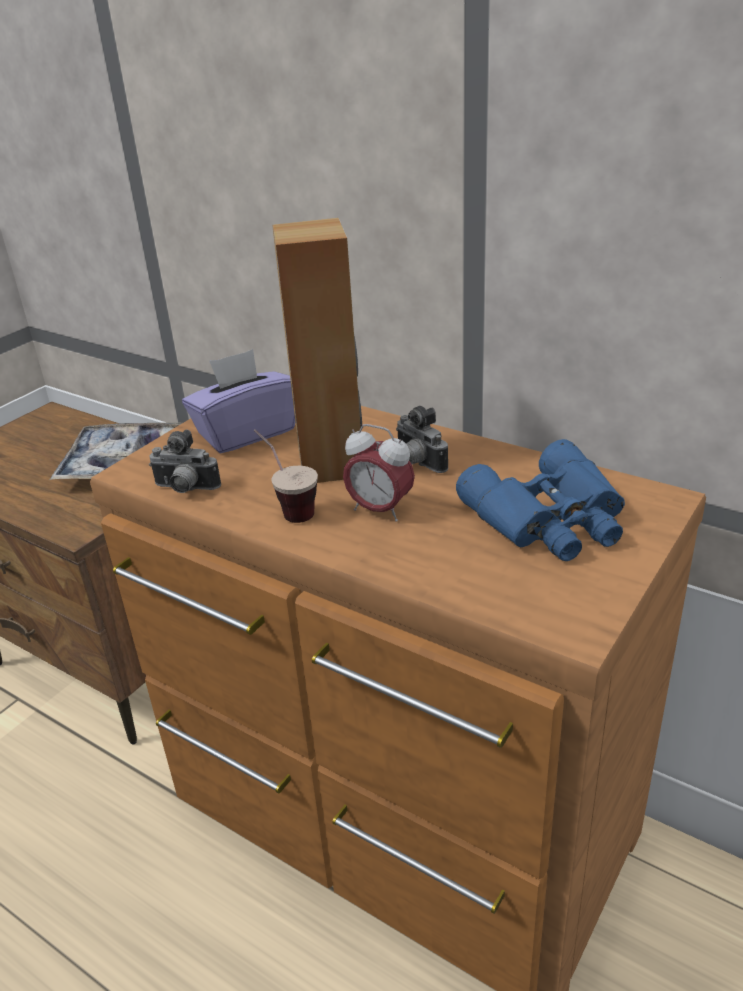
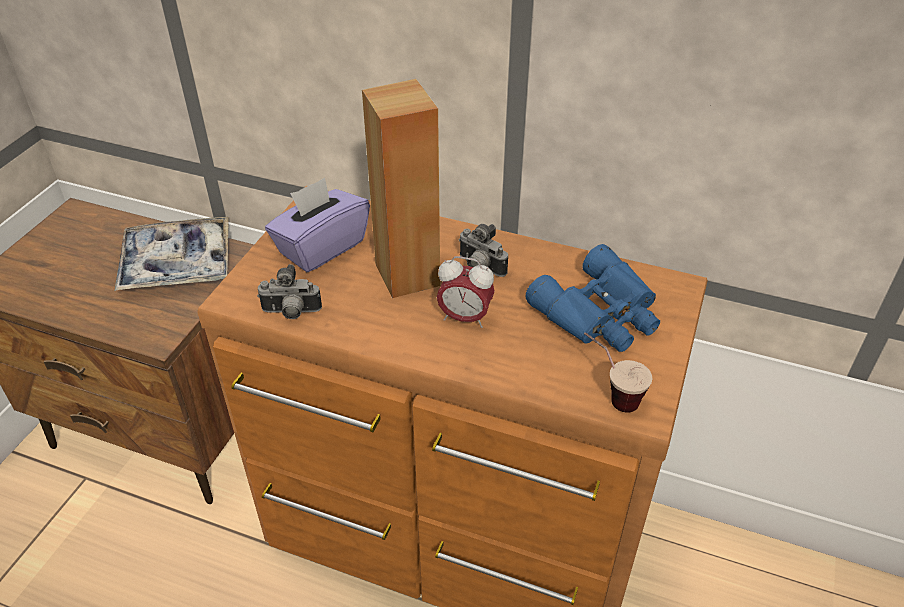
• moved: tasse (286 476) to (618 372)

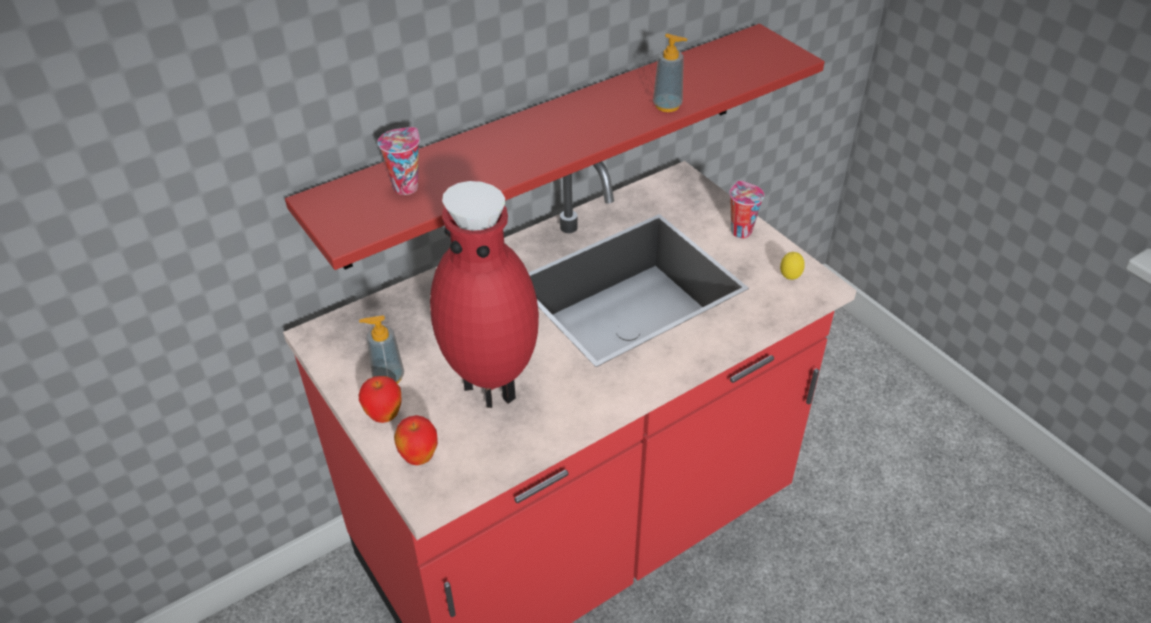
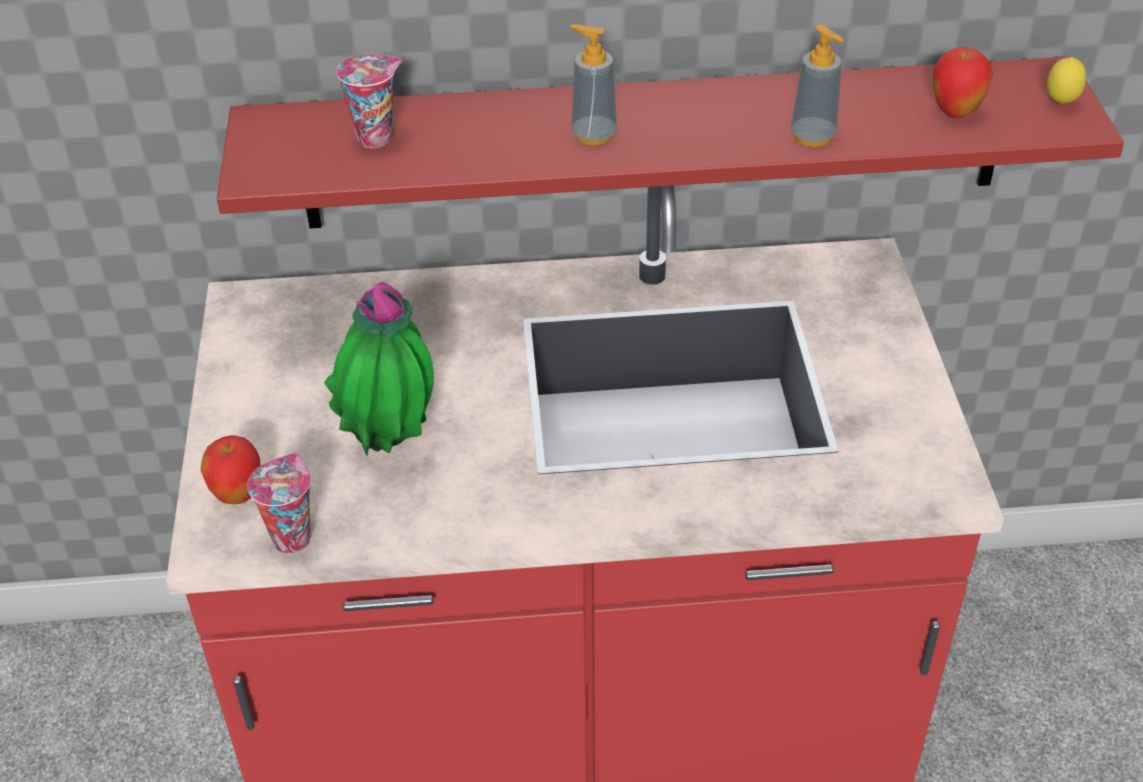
• moved: distributeur de savon (381 349) to (593 85)
• moved: pomme (380 399) to (963 82)
• moved: tasse (746 209) to (279 503)
• moved: citron (792 266) to (1066 80)
• replaced: vase (rouge) (484 294) to plante en pot (379 369)

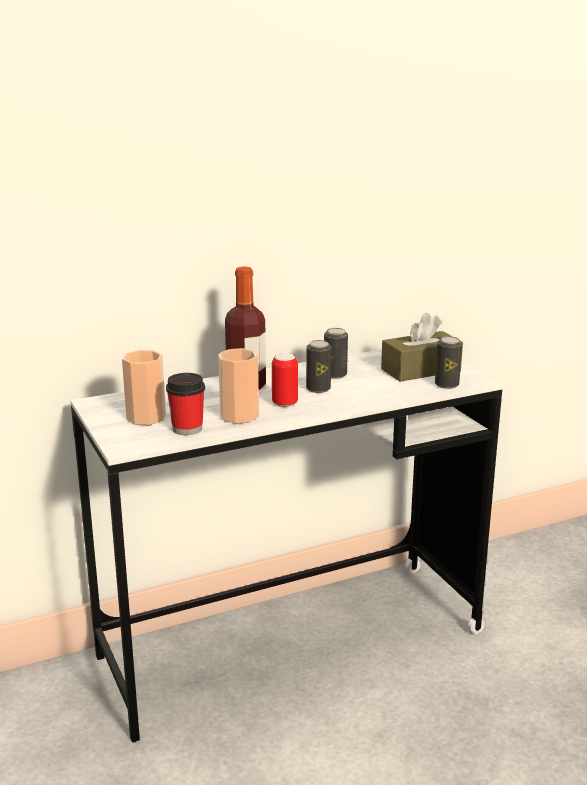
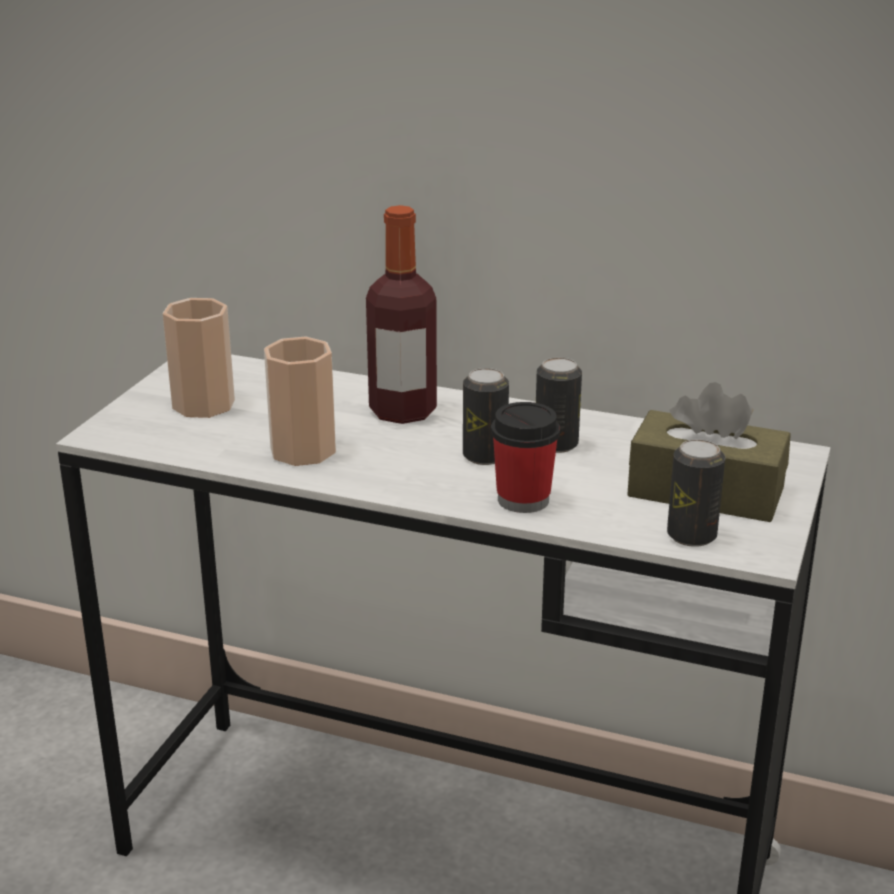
• removed: boîte métallique (285 380)
• moved: tasse (185 404) to (525 457)

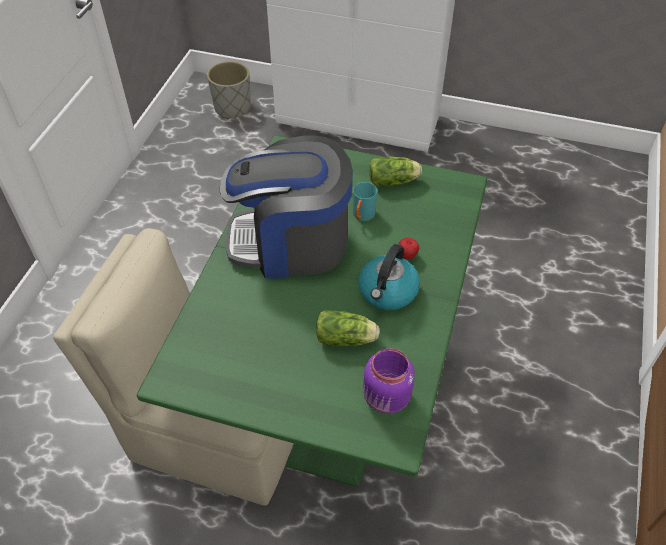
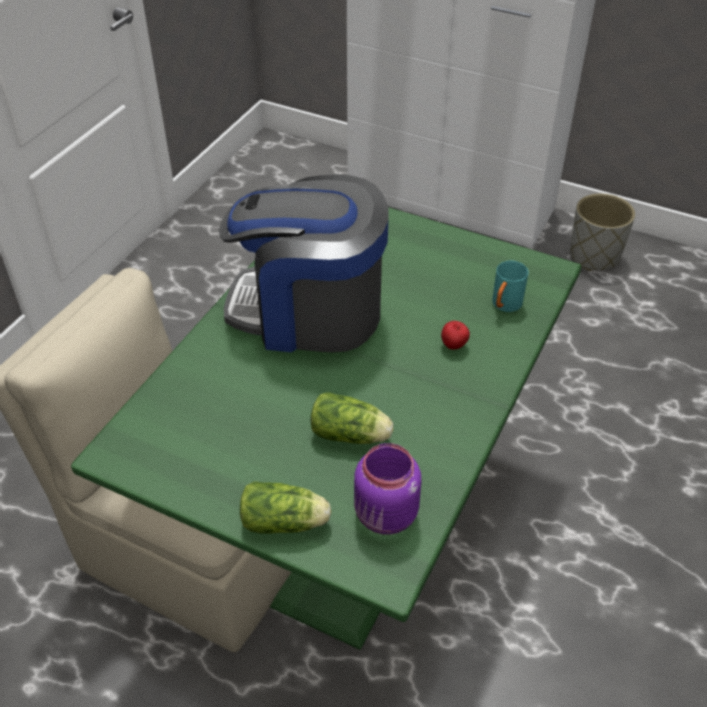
• removed: bouilloire (389 277)
• moved: cache-pot (gris) (229 90) to (602 232)
• moved: mug (turquoise) (365 201) to (510 286)
• moved: laitue (395 172) to (285 507)

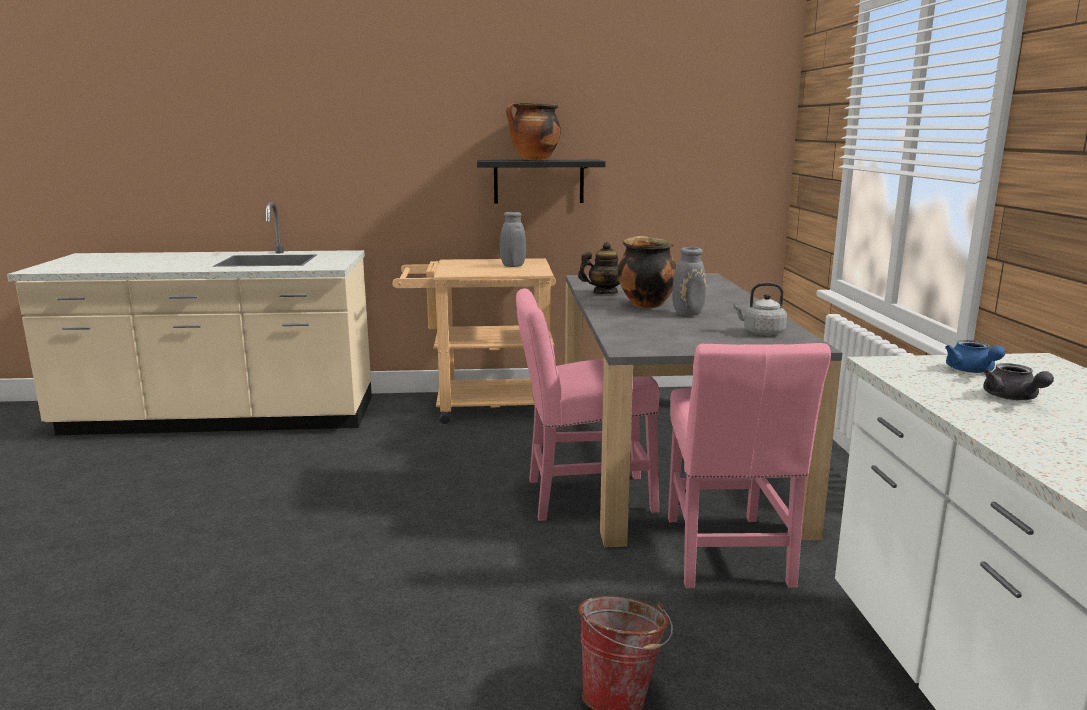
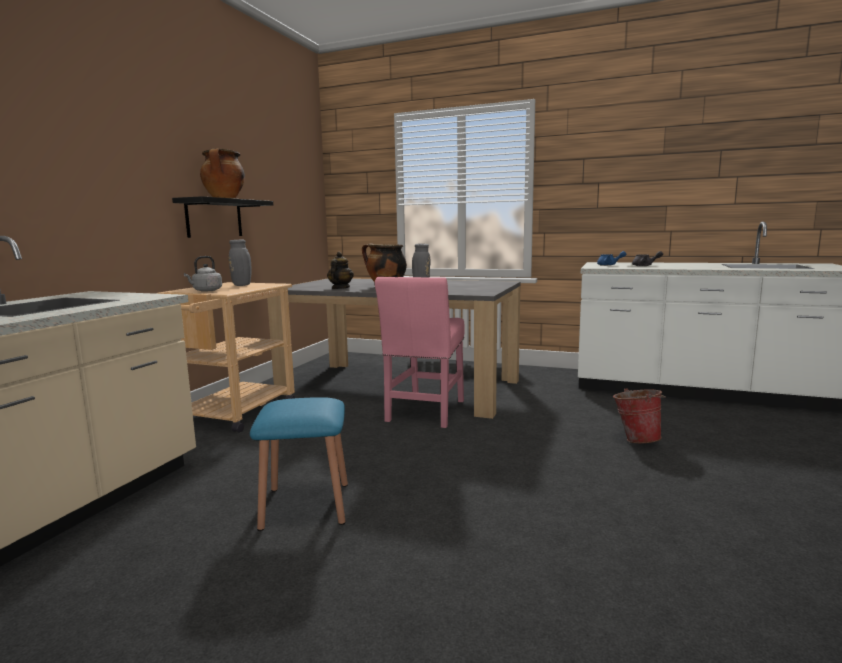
• removed: chaise (rose) (749 465)
• added: tabouret (bleu) (299 464)
• moved: bouilloire (gris) (760 309) to (203 274)

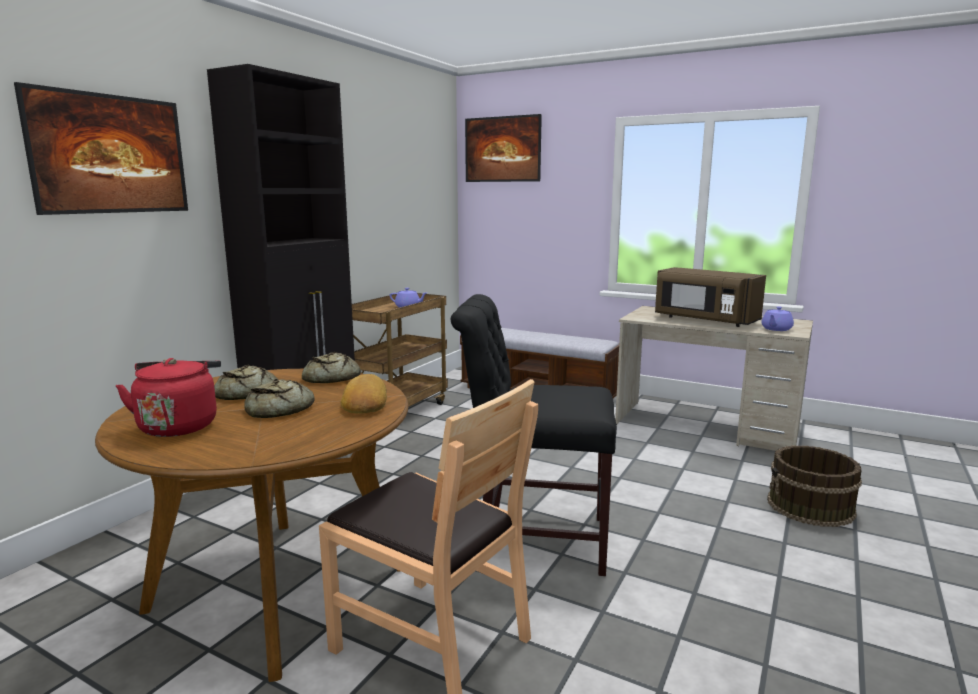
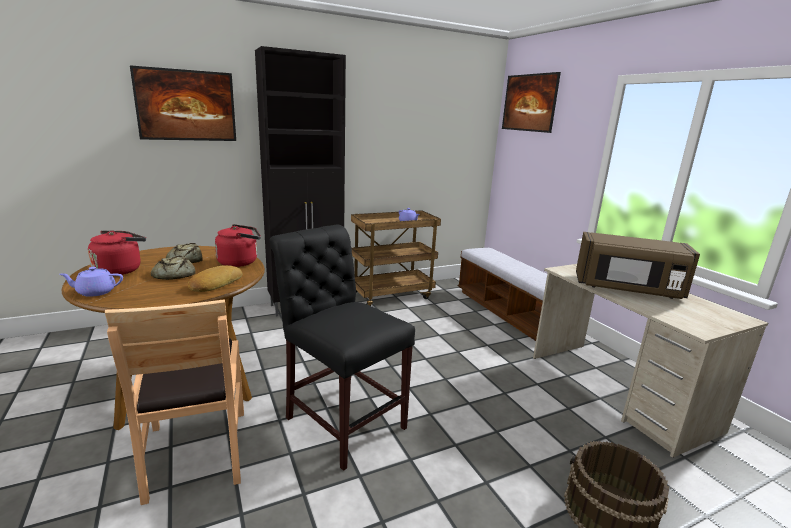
• moved: théière (violet) (777 318) to (91 282)
• replaced: pain (331 367) to bouilloire (rouge) (238 245)
• turned: micro-ondes (marron) (710 297) = (638 265) 60 degrees counterclockwise

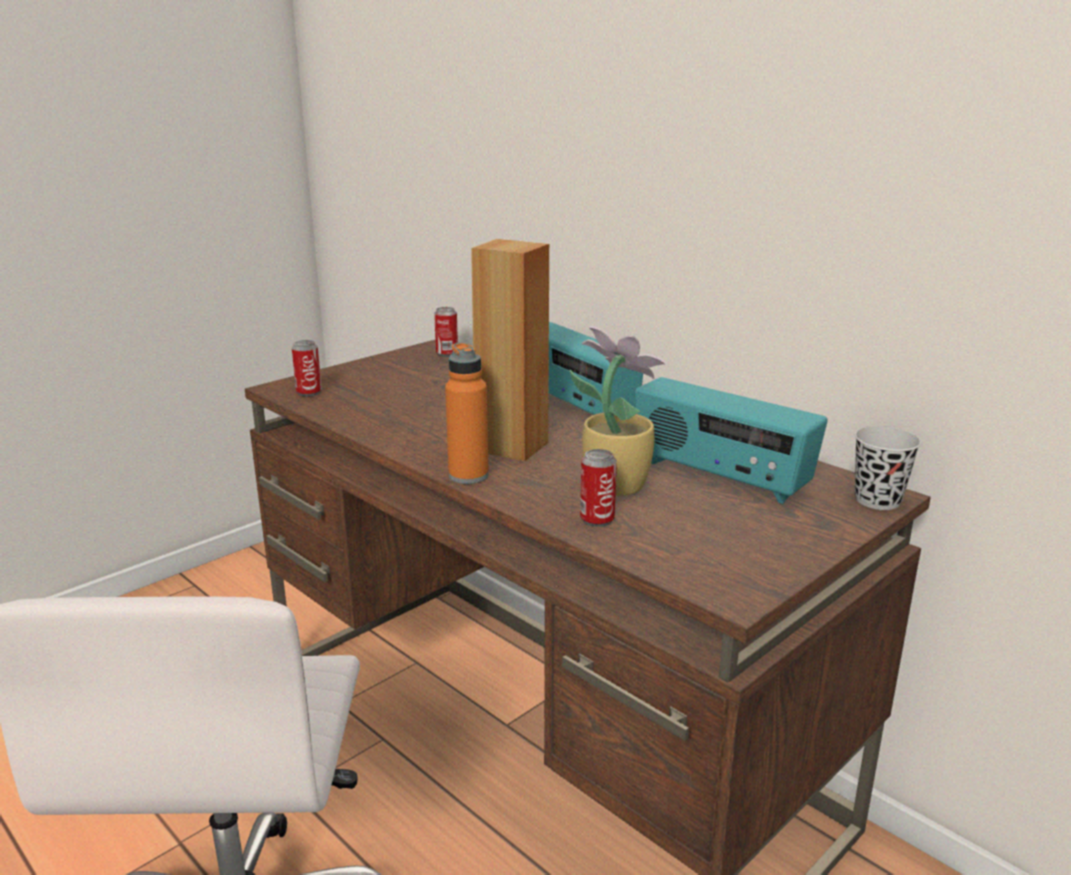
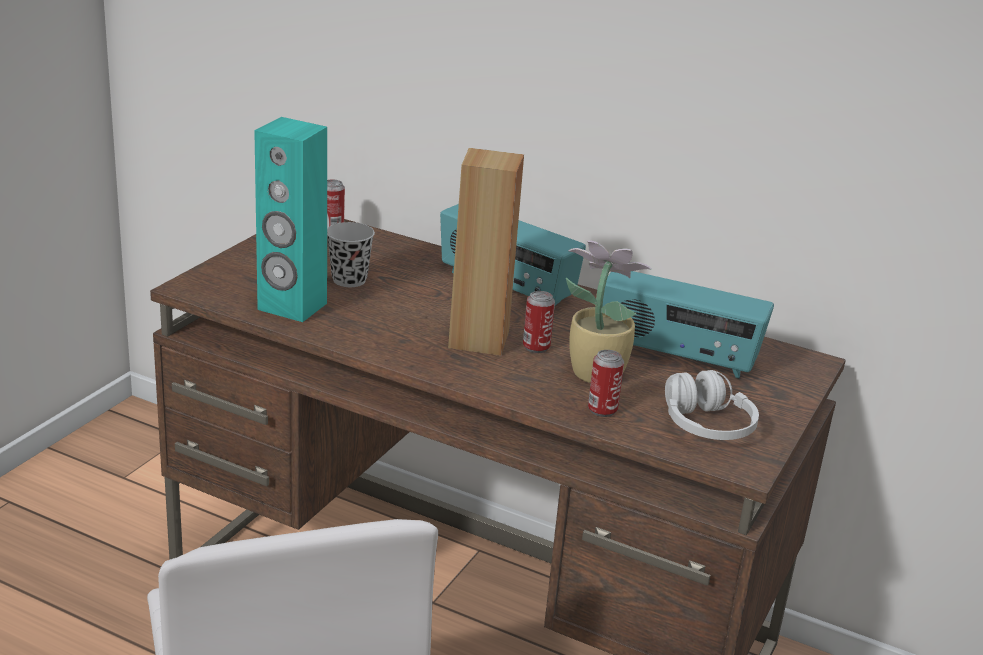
• removed: bouteille (orange) (467 413)
• added: enceinte (turquoise) (290 219)
• added: casque audio (blanc) (712 405)
• moved: boîte métallique (307 368) to (539 322)
• moved: tasse (noir) (888 468) to (351 254)

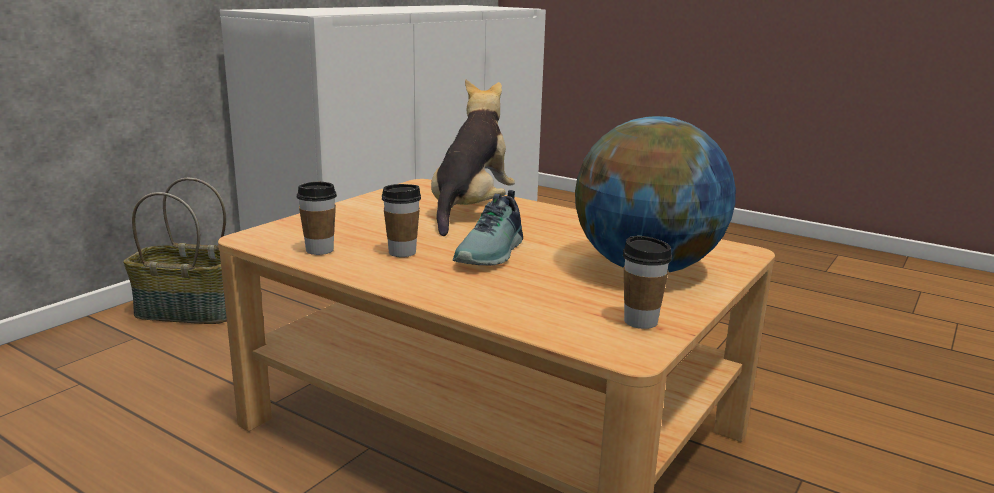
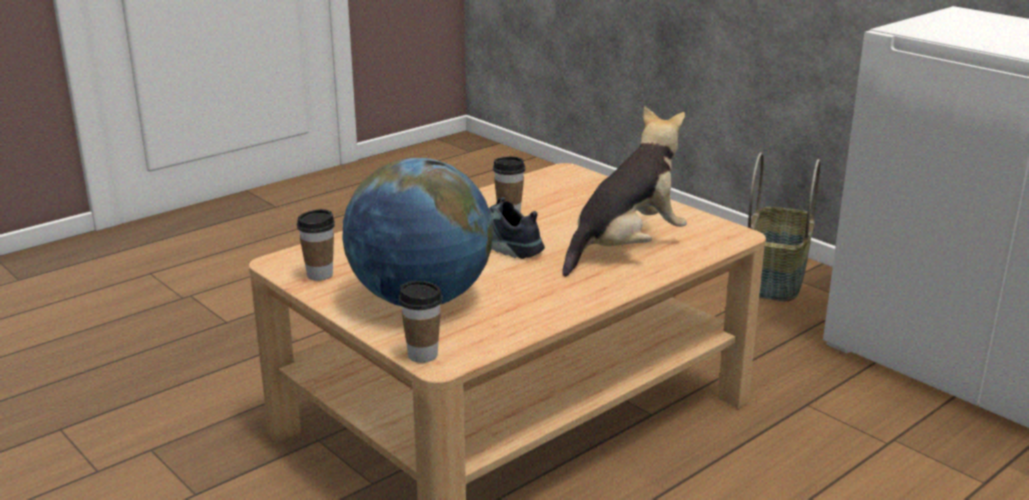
• moved: tasse (317 218) to (420 322)
• turned: peluche (473 157) = (624 191) 75 degrees counterclockwise

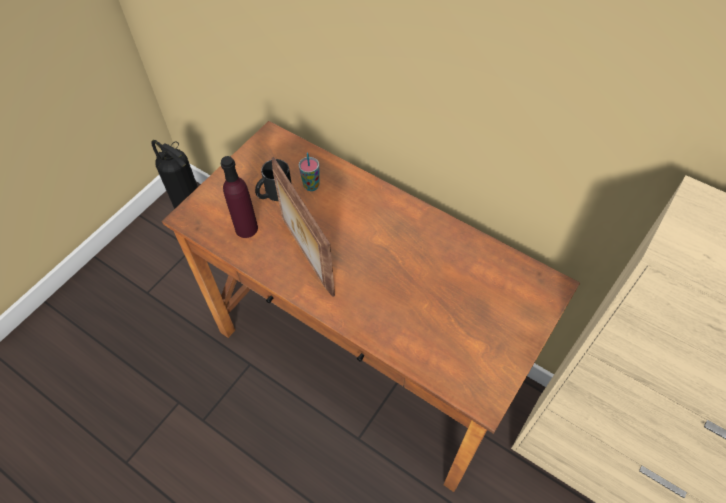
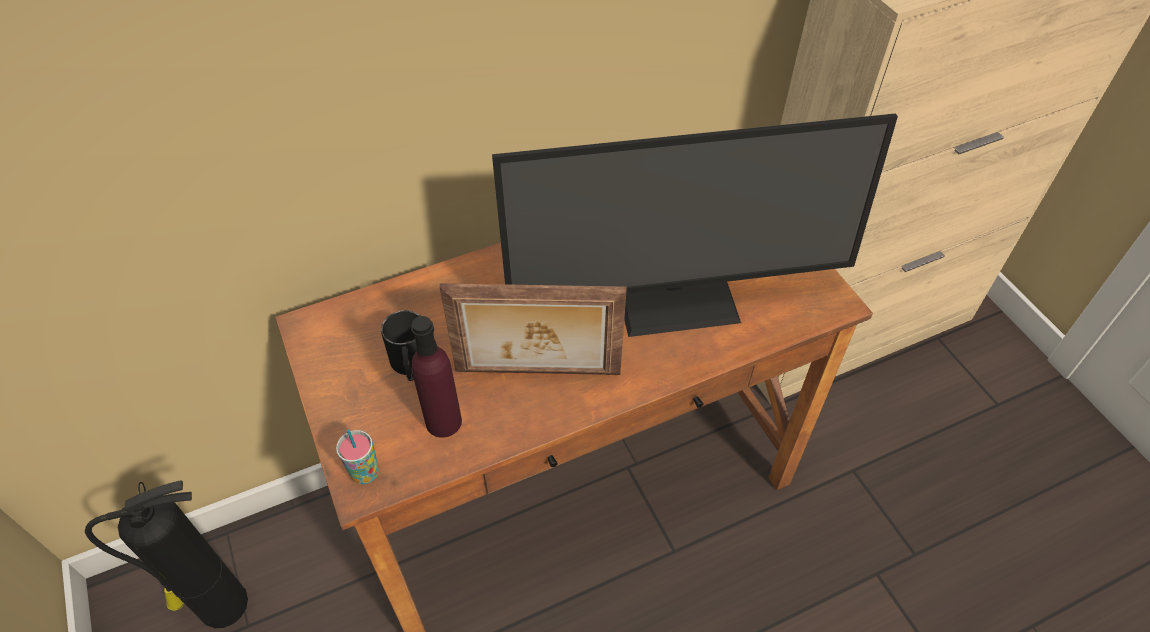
• added: écran d'ordinateur (695 225)
• moved: tasse (309 171) to (357 456)

